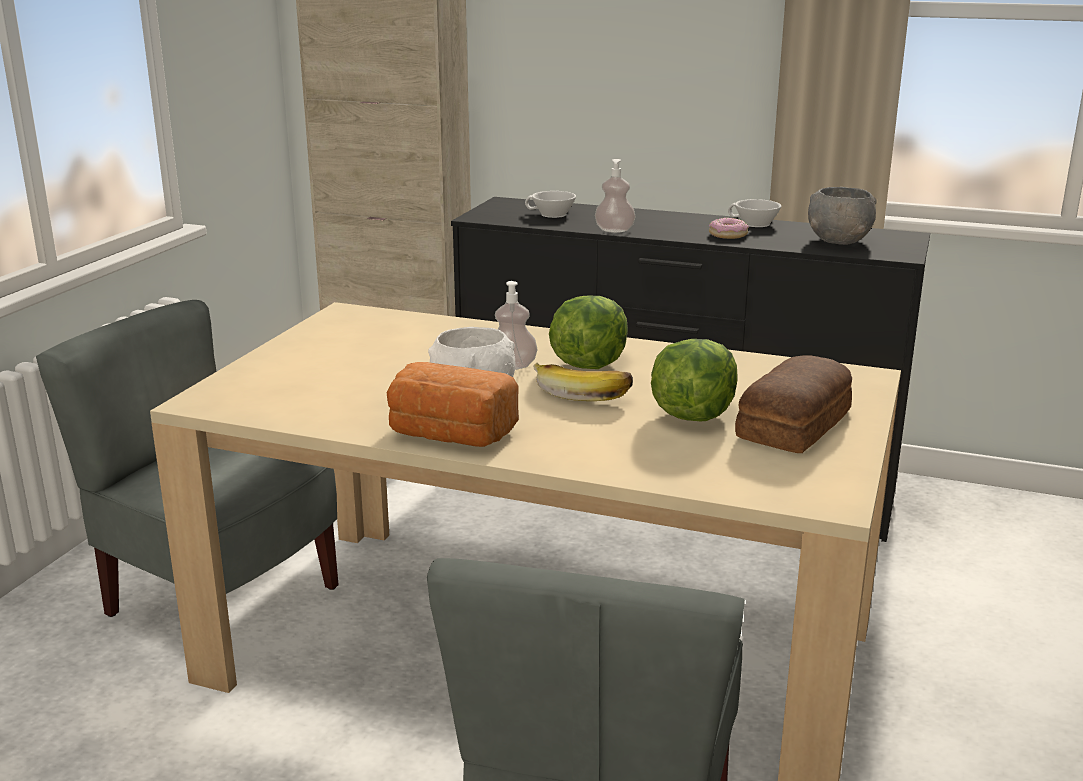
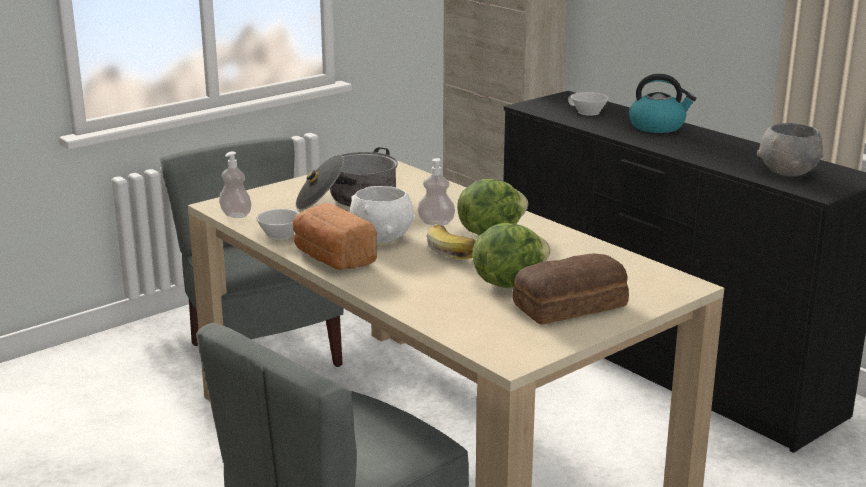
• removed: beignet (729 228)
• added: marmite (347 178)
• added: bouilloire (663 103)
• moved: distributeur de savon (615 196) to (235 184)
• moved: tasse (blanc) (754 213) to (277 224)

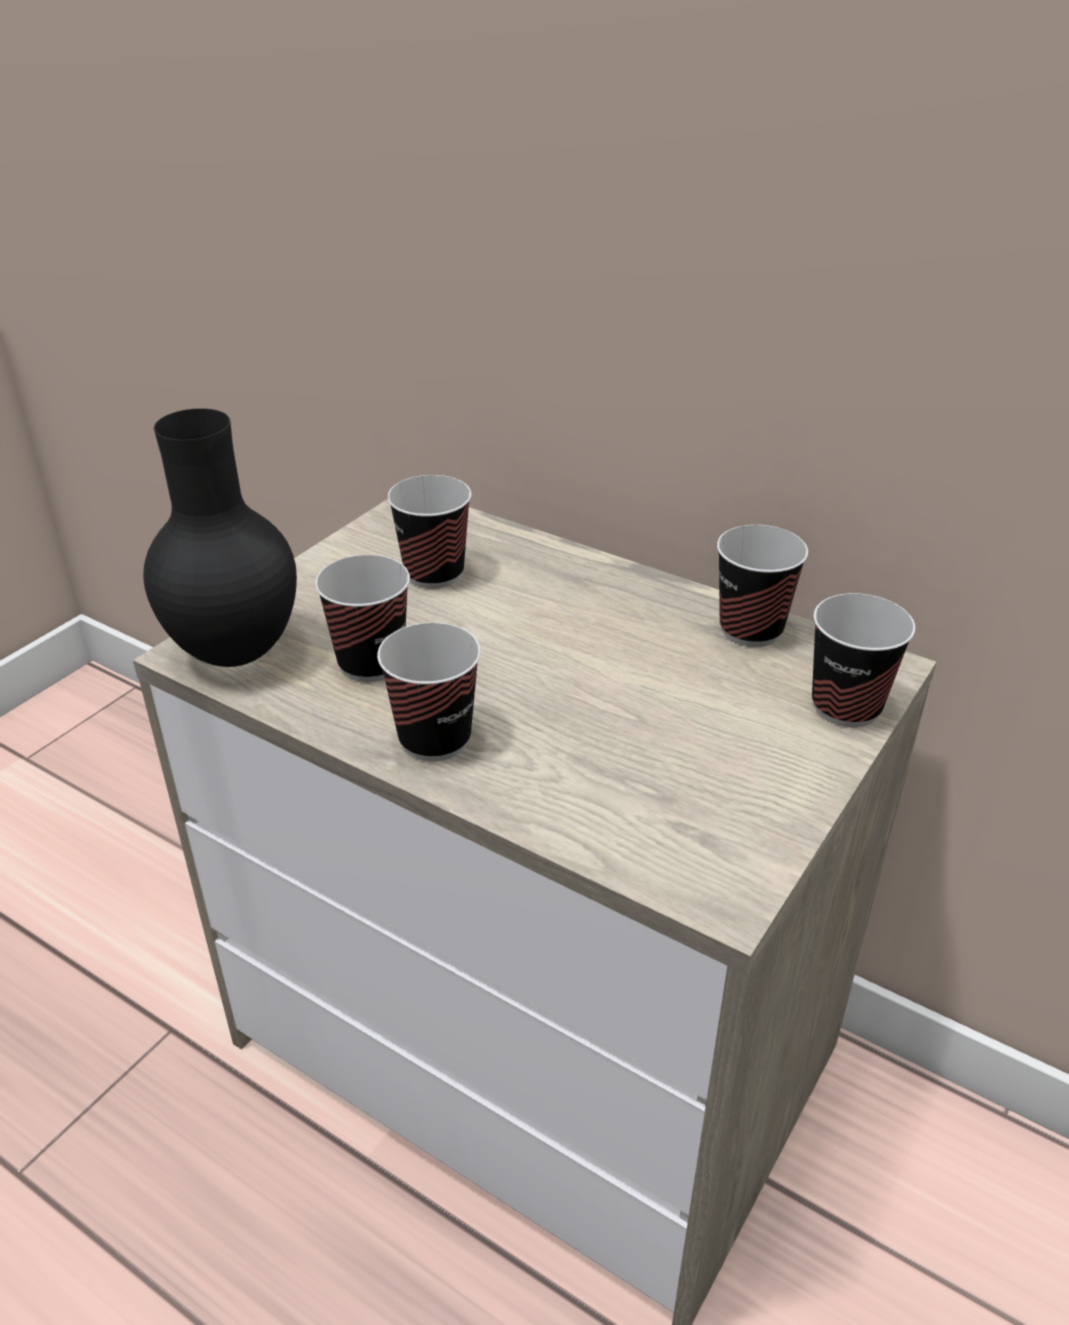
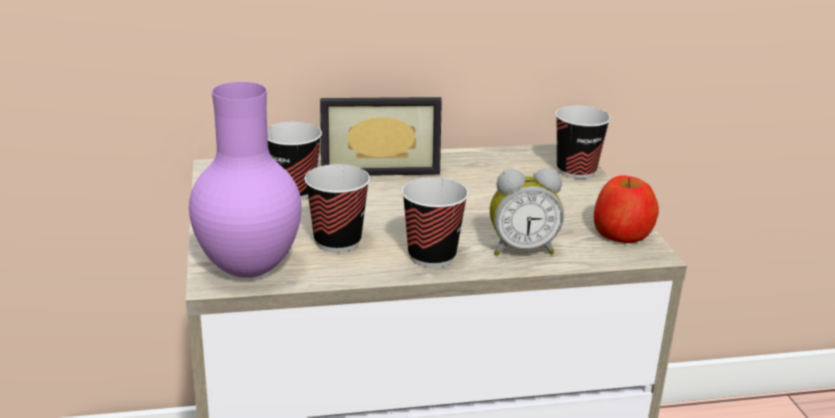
• removed: tasse (762 586)
• added: cadre photo (381 136)
• added: réveil (527 212)
• added: pomme (626 209)
• recoloured: vase (noir) (220 537) to vase (violet) (245 180)

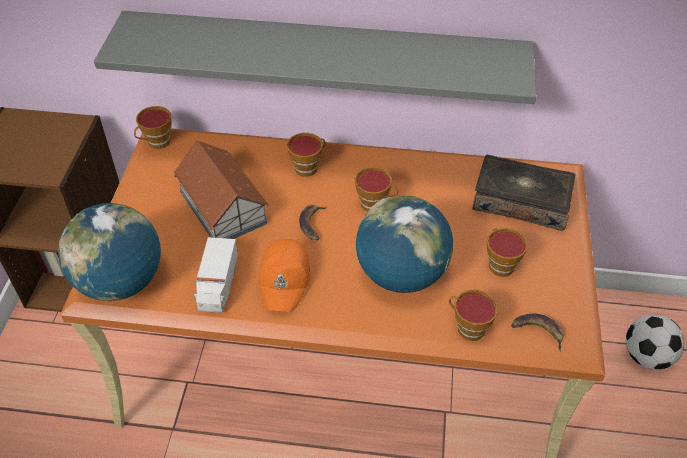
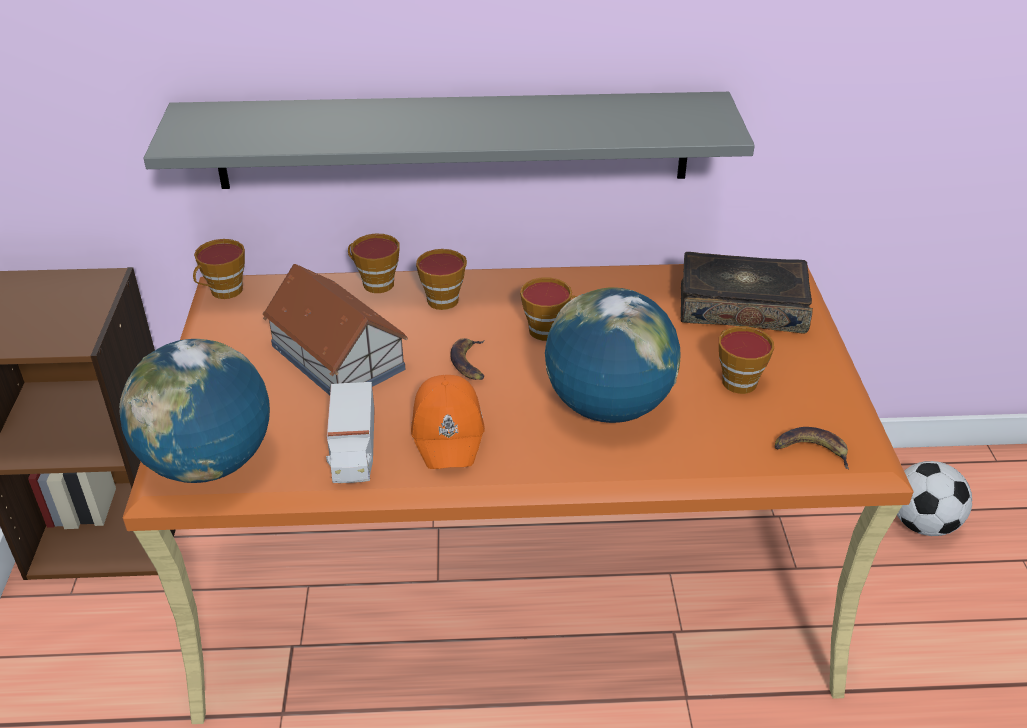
• moved: tasse (473 315) to (374 263)

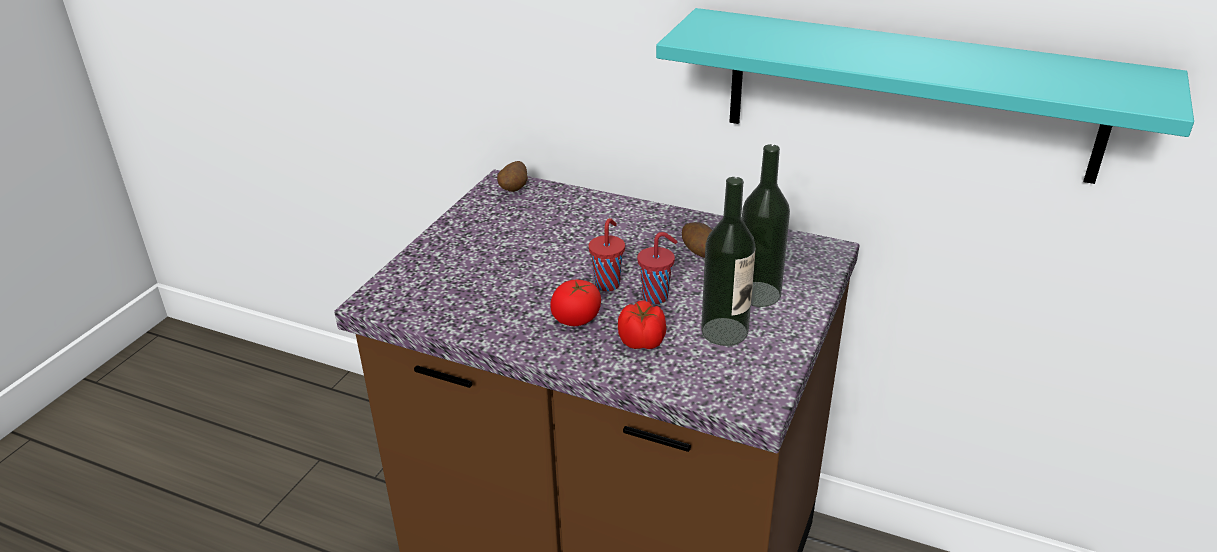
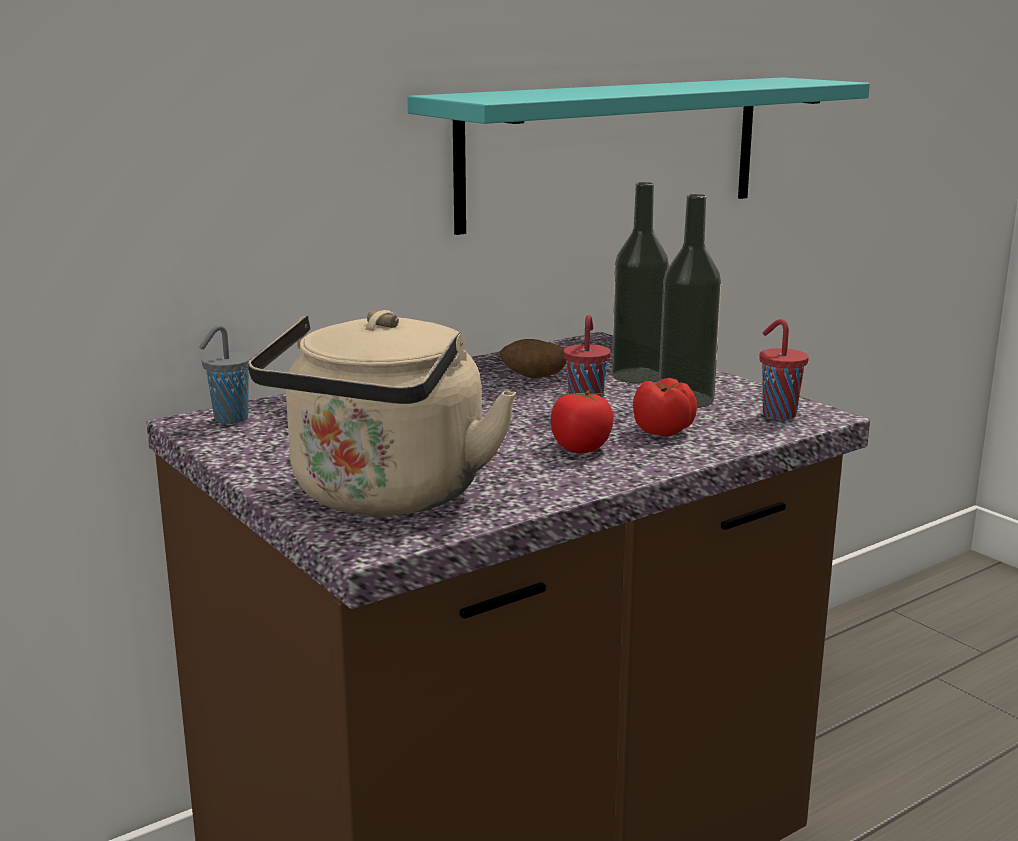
• added: bouilloire (beige) (382 413)
• moved: tasse (rouge) (607 254) to (784 369)
• replaced: pomme de terre (512 176) to tasse (gris) (225 374)

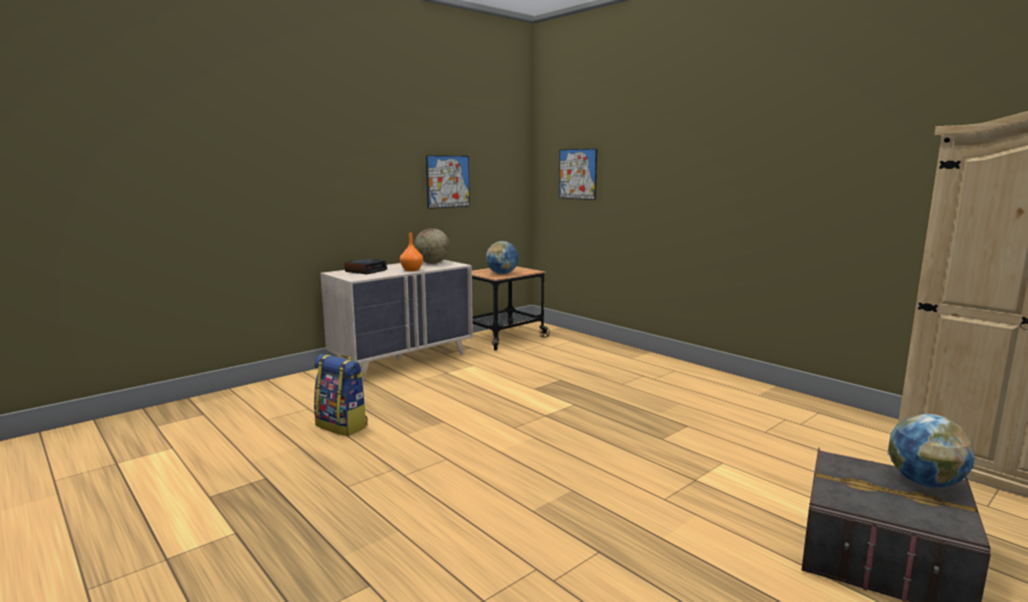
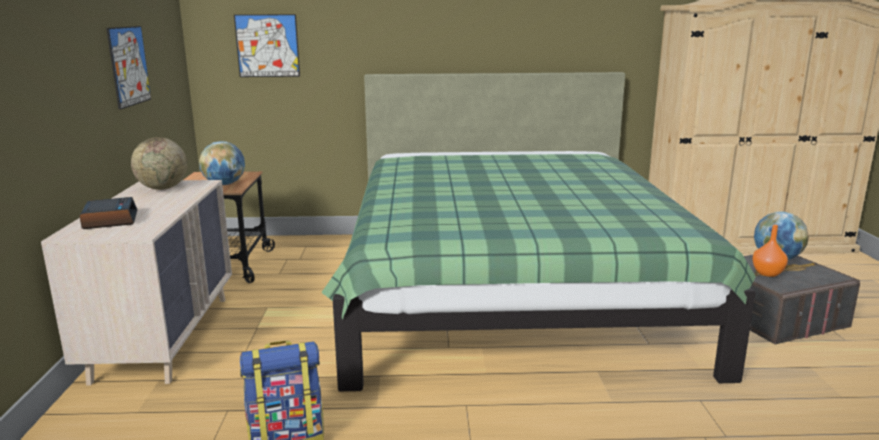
• added: lit (vert) (538 231)
• moved: vase (orange) (411 252) to (770 250)

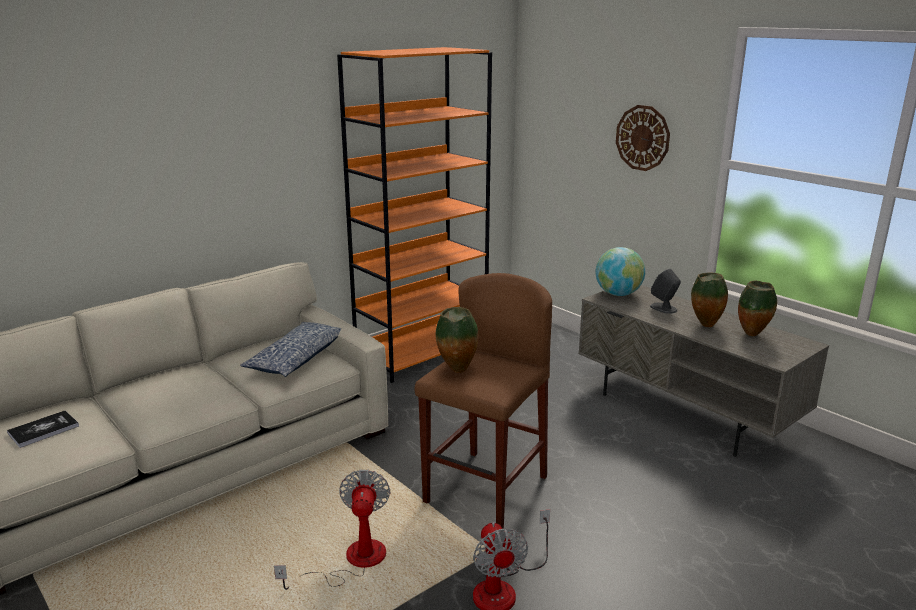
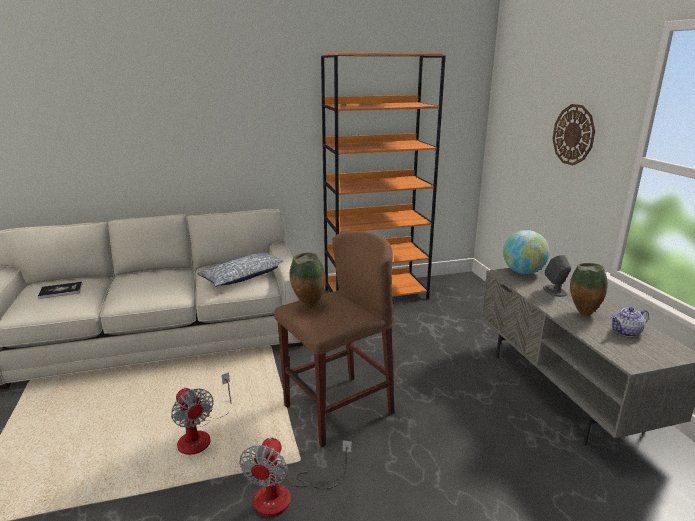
• replaced: vase (757 308) to théière (630 322)
• turned: ventilateur (332 529) = (201 413) 120 degrees clockwise

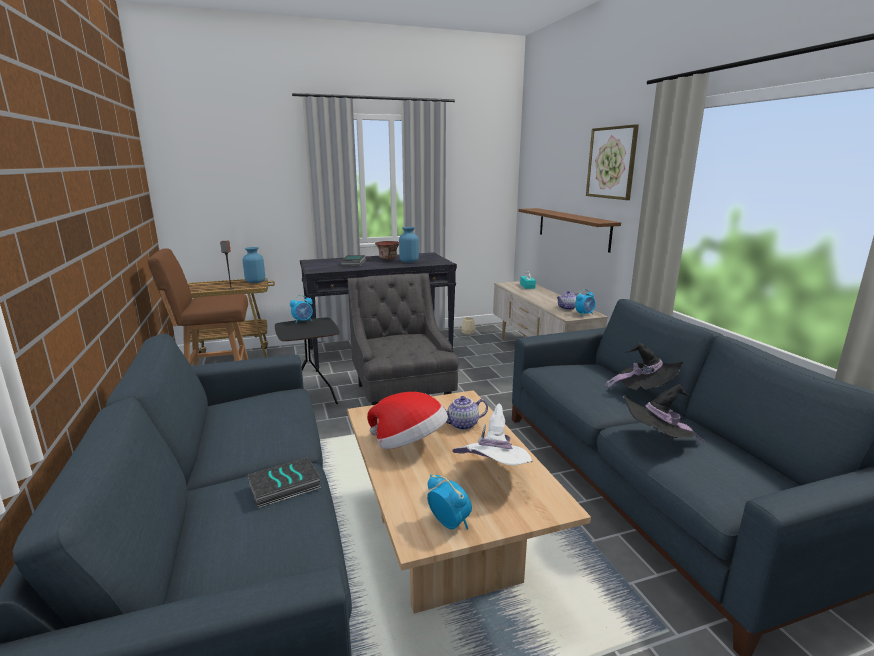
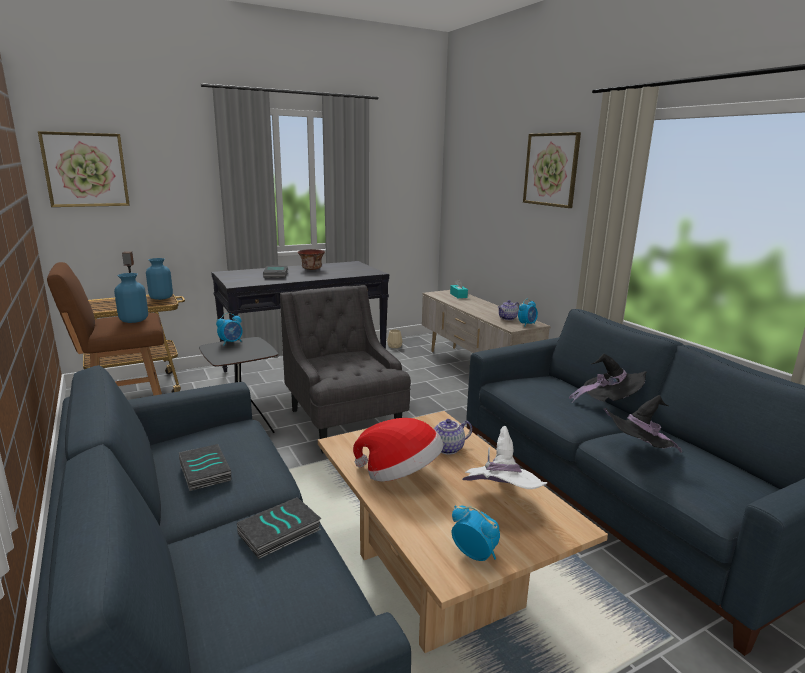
• removed: étagère (marron) (569 230)
• added: tableau (84 169)
• added: livre (205 467)
• moved: vase (bleu) (409 245) to (131 298)

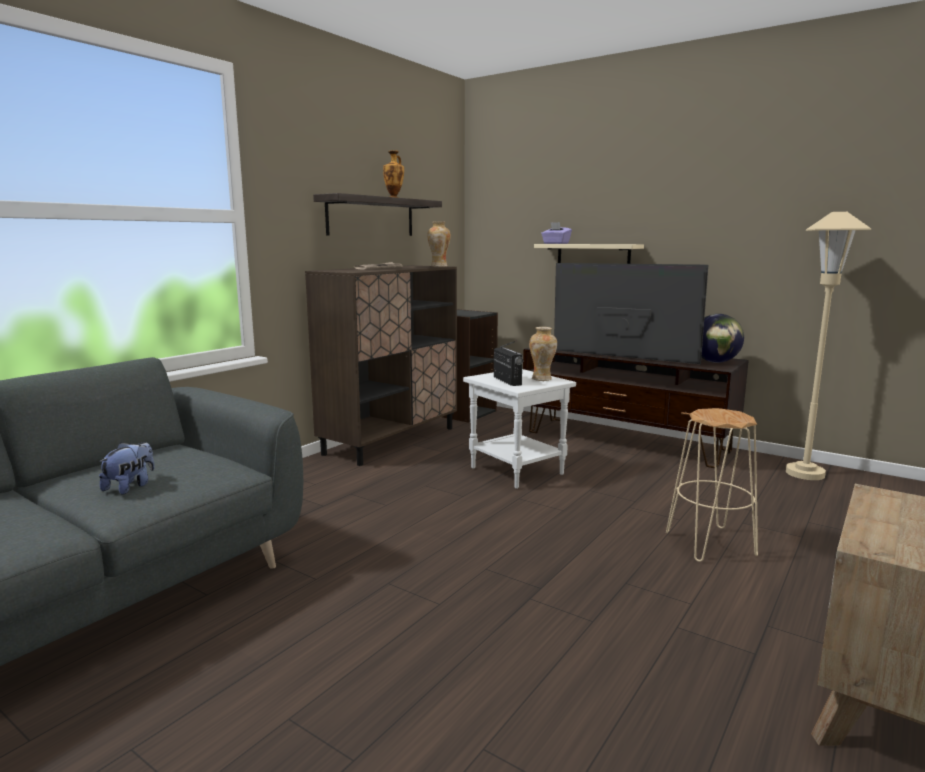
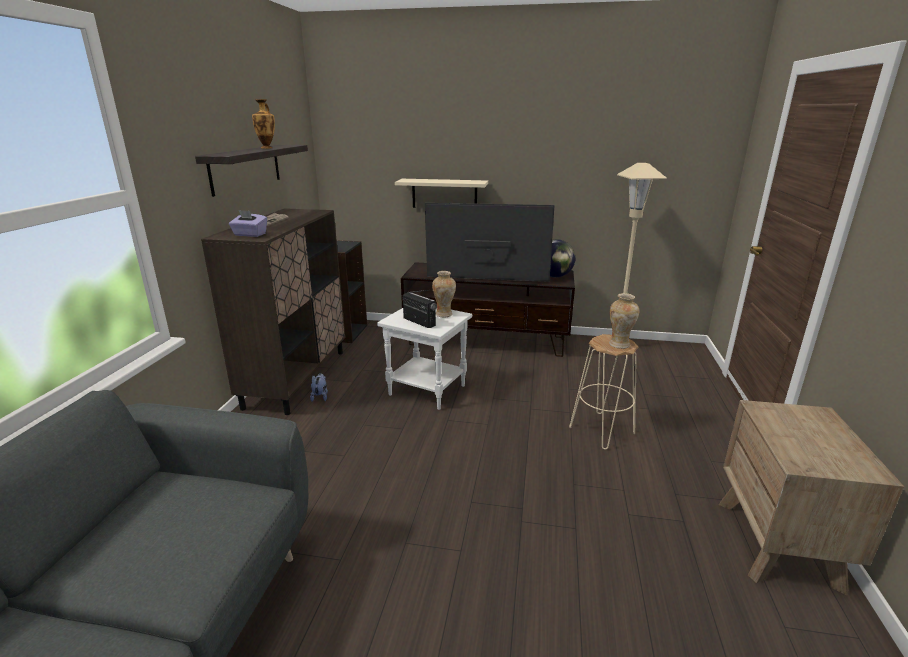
• moved: peluche (127 468) to (319 387)
• moved: vase (439 244) to (624 321)
• moved: boîte à mouchoirs (violet) (556 233) to (248 223)

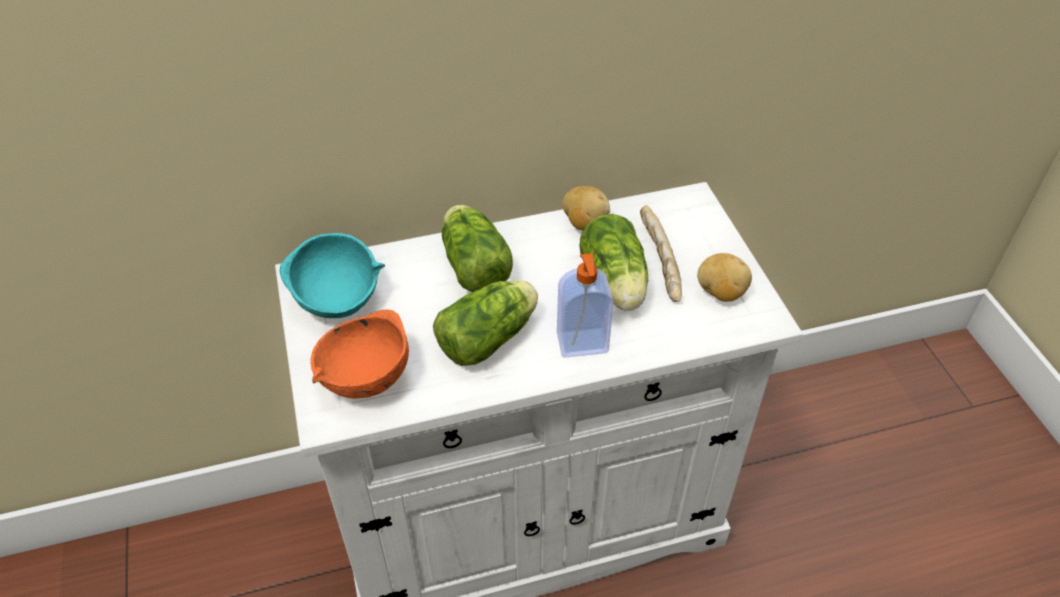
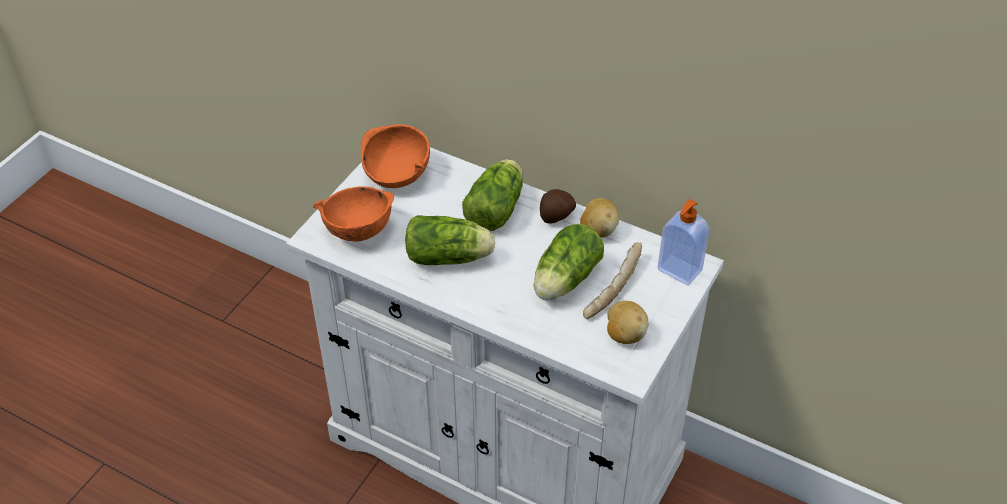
• added: pomme de terre (558 206)
• moved: distributeur de savon (585 305) to (683 242)
• recoloured: bol (turquoise) (332 275) to bol (orange) (395 156)

